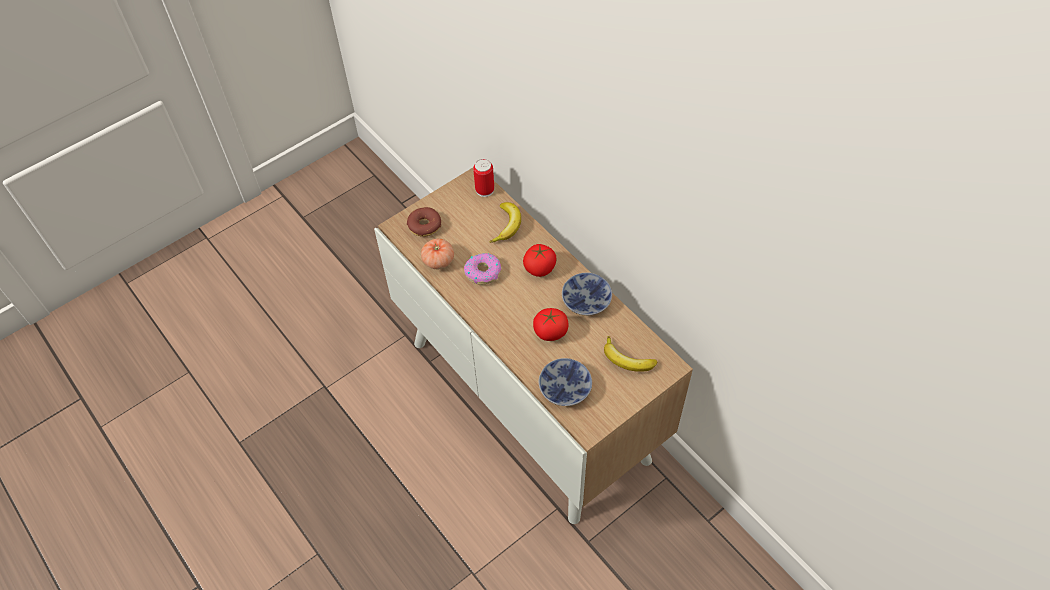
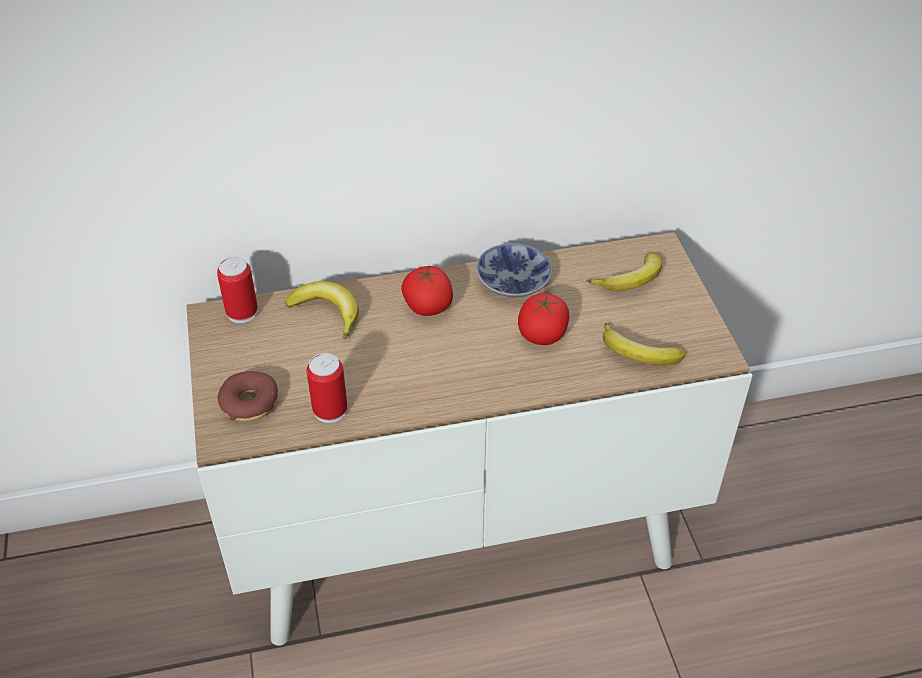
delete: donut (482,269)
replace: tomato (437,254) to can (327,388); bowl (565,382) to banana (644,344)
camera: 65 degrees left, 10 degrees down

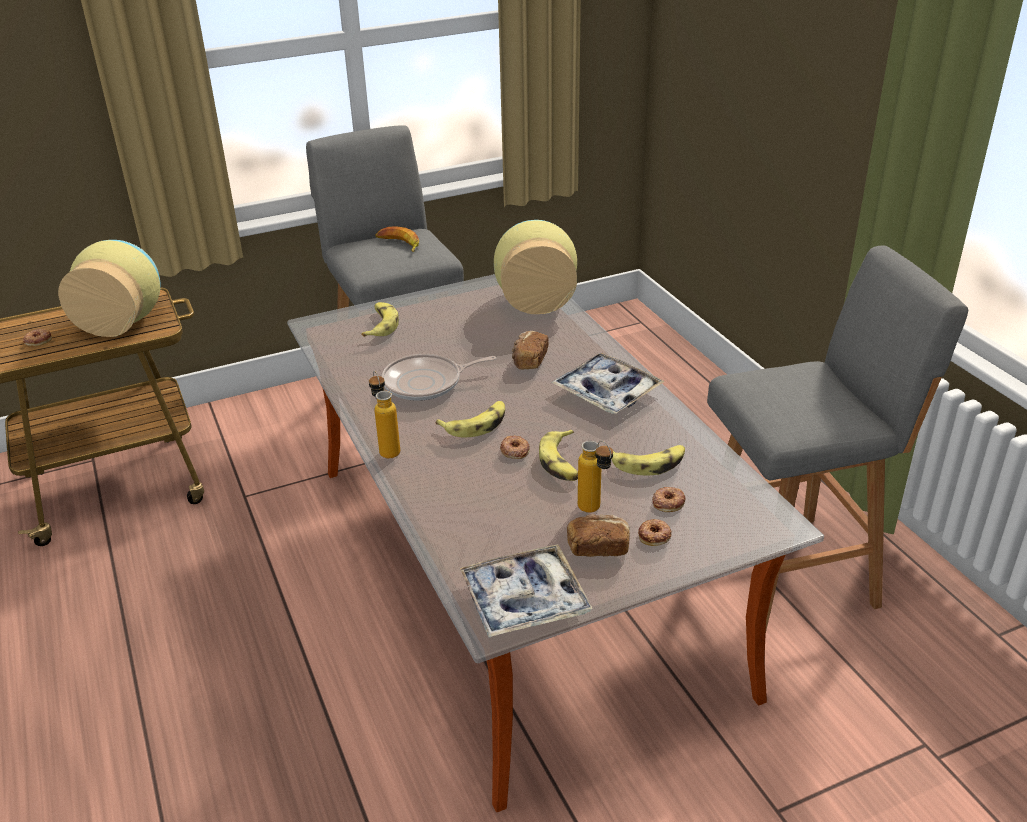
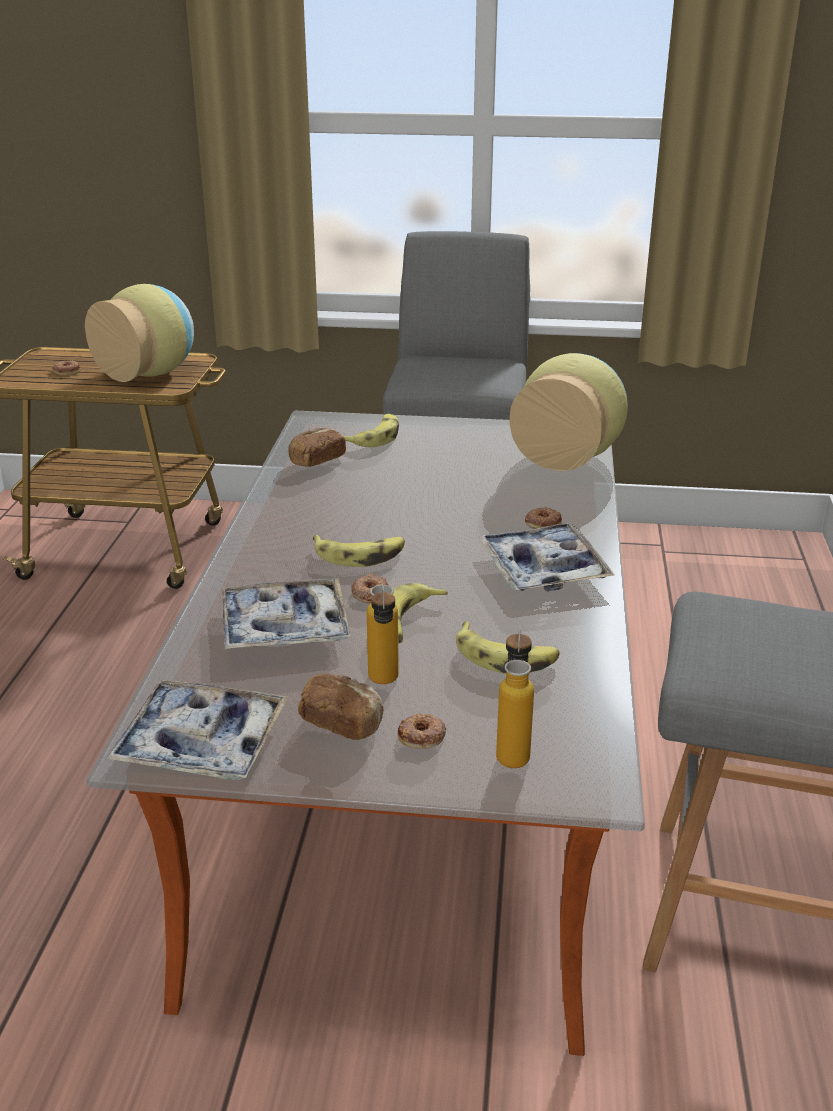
delete: banana (397,239); frying pan (439,377)
insert: tray (286,614)
move: bottle (384,415) to (515,696); bread (530,350) to (317,447); donut (668,499) to (543,518)
camera: 30 degrees right, 5 degrees down

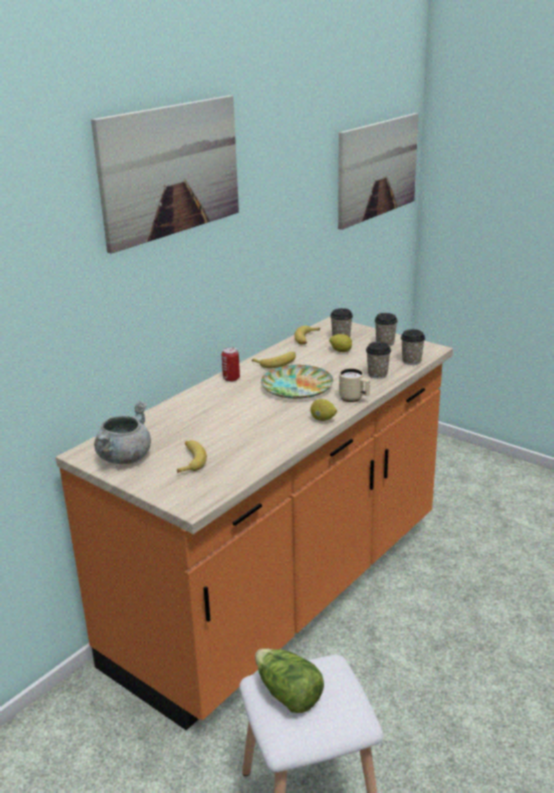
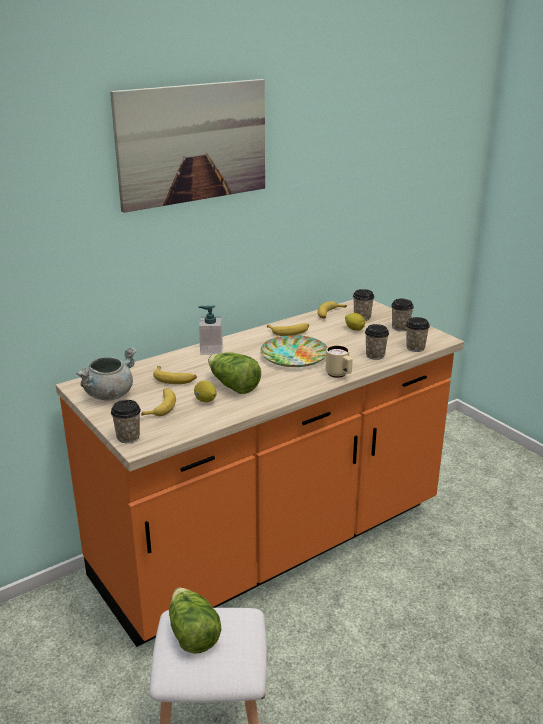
delete: can (230,364); picture (378,171)
insert: cup (126,421); banana (175,375); soap dispenser (210,330); lettuce (234,373)
move: lemon (323,410) to (205,391)
camera: 15 degrees right, 0 degrees up

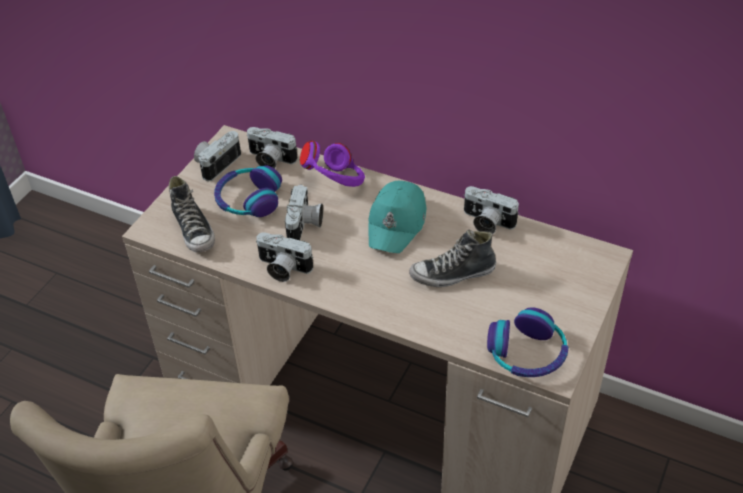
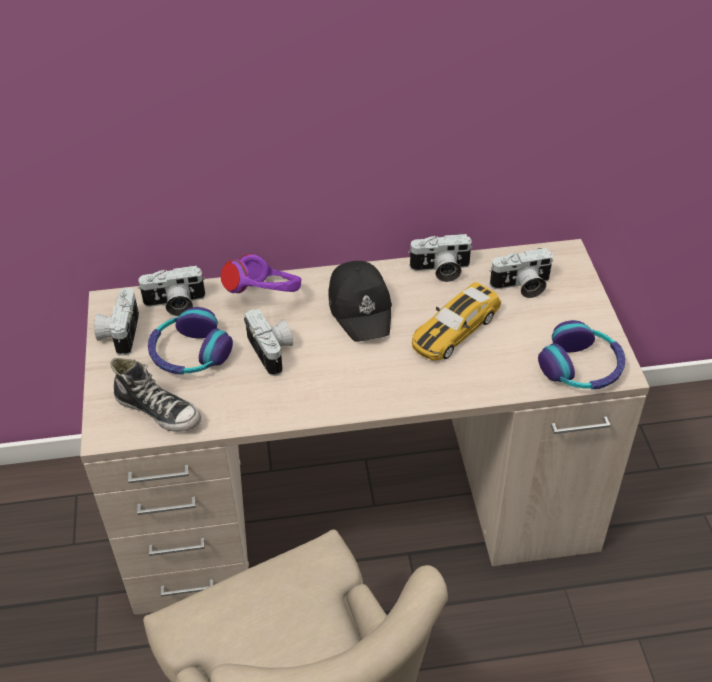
move: photo camera (284,257) to (521,273)
replace: shoe (452,258) to toy car (456,321)
recolor: turquoise cap (397,217) to black cap (360,301)
camera: 35 degrees left, 0 degrees up

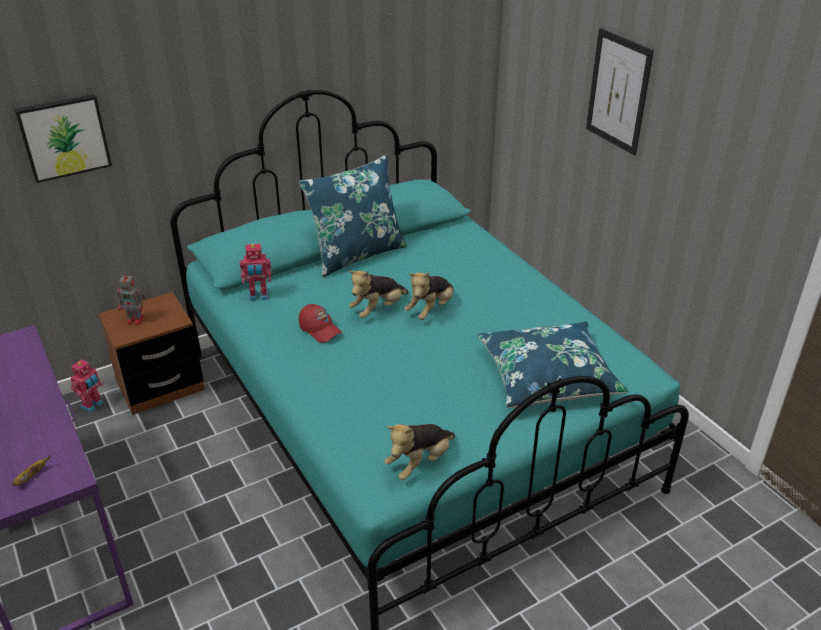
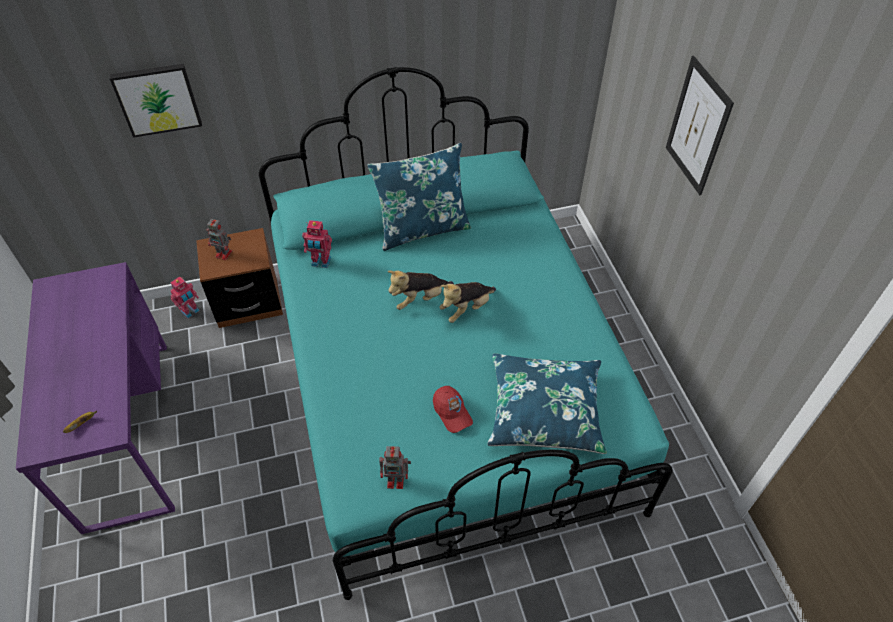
move: red cap (321,323) to (453,409)
replace: plush toy (419,452) to toy robot (395,467)
camera: 15 degrees right, 15 degrees up

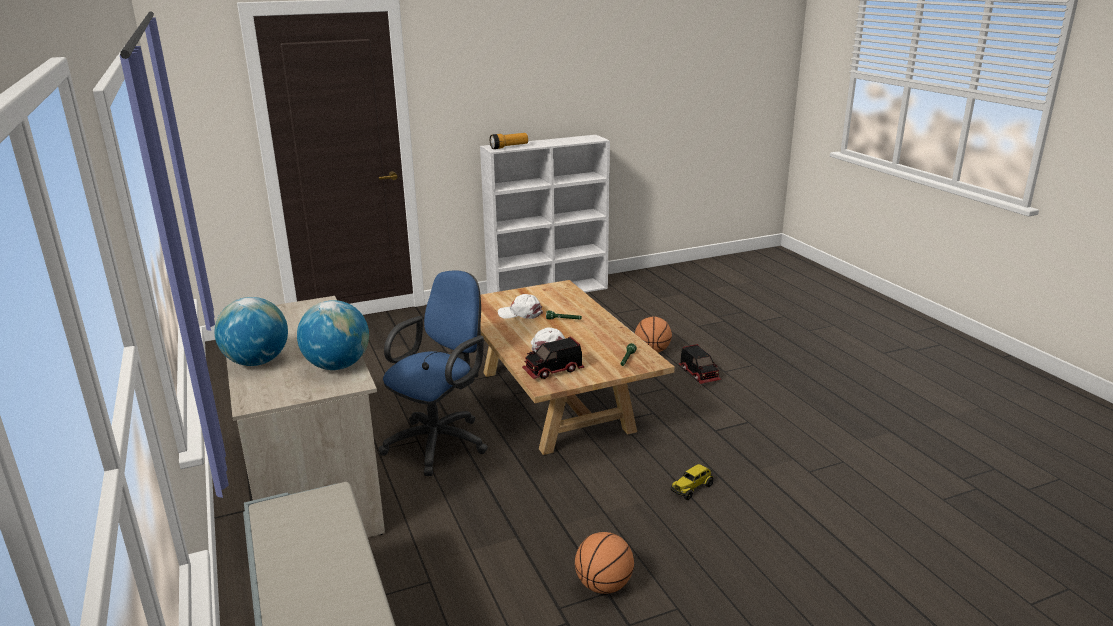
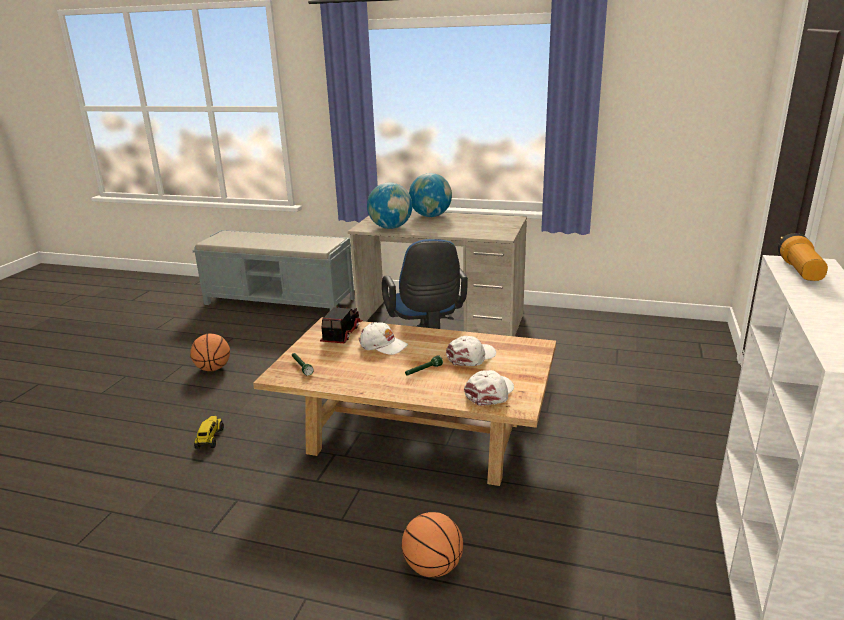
delete: toy truck (700,364)
insert: white cap (489,388)
camera: 130 degrees right, 0 degrees up

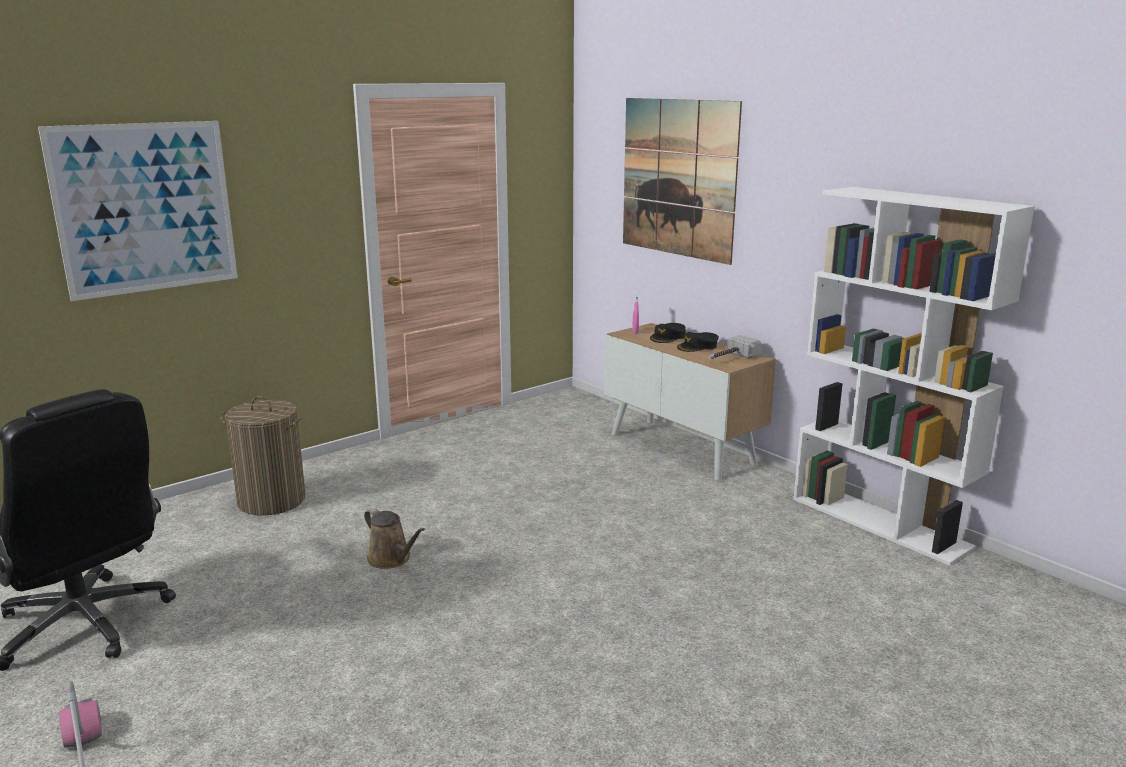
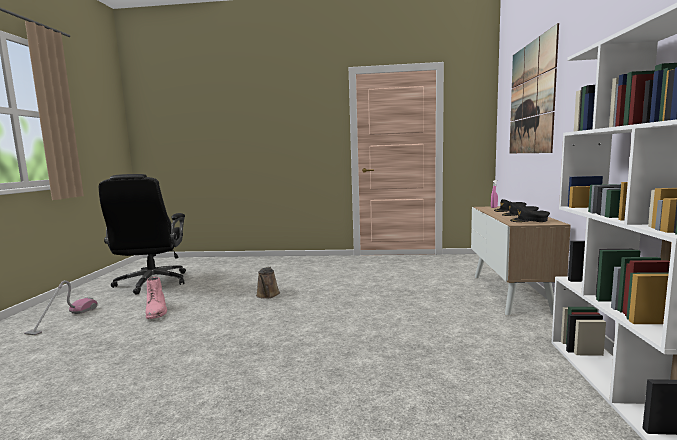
delete: picture (138,211); laundry basket (263,456)
insert: pink boot (156,298)
replace: hammer (735,347) to black cap (530,214)
camera: 45 degrees right, 10 degrees down

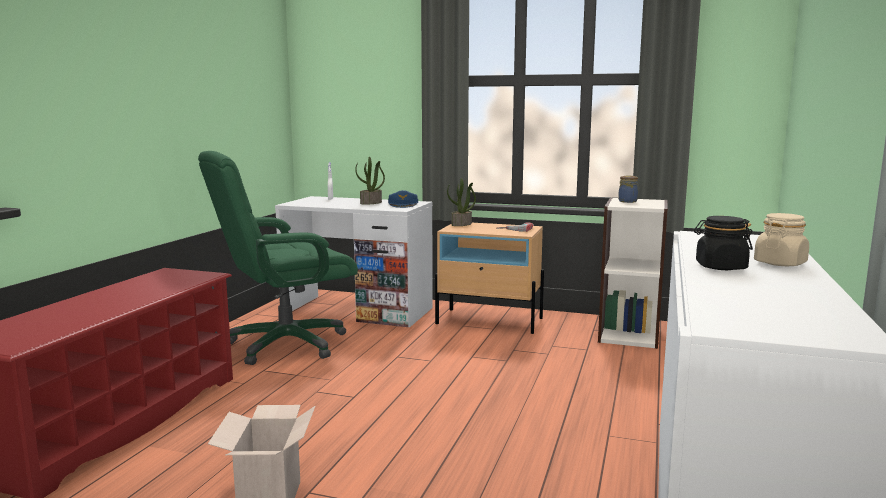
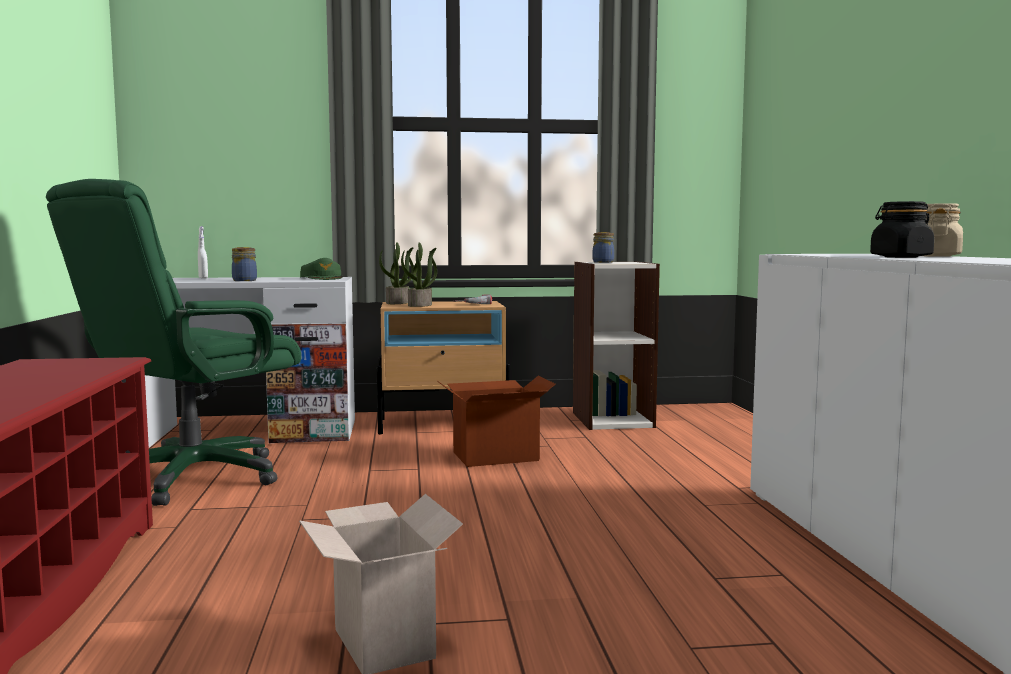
insert: jar (244,264); cardboard box (496,421)
move: potted plant (370,181) to (419,274)
recolor: blue cap (403,199) to green cap (321,269)
camera: 25 degrees left, 5 degrees down

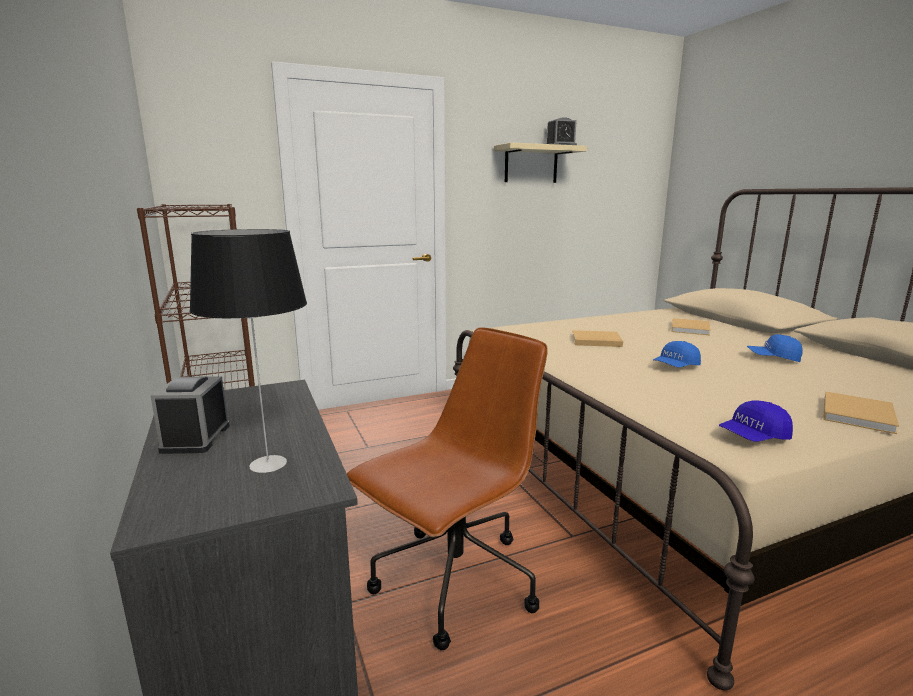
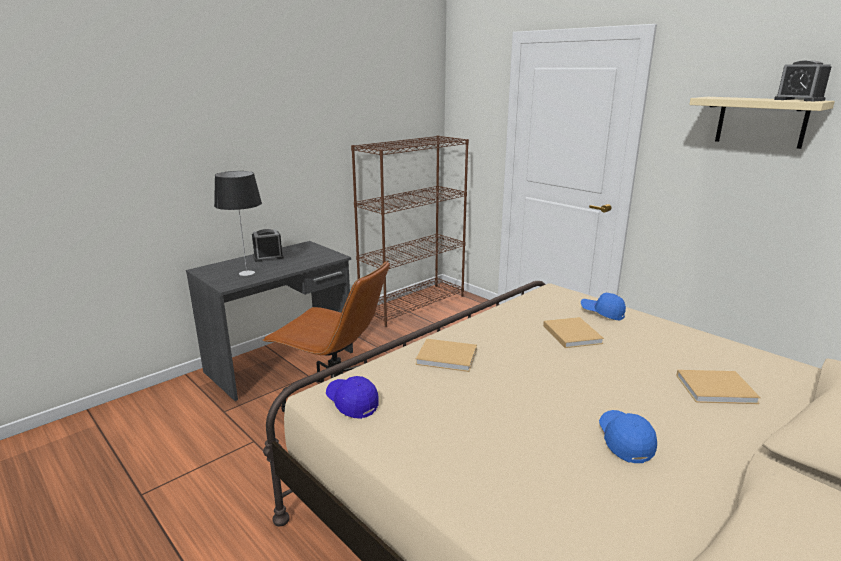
move: blue cap (677,354) to (603,306); beige book (861,412) to (446,355)
camera: 70 degrees right, 5 degrees up

